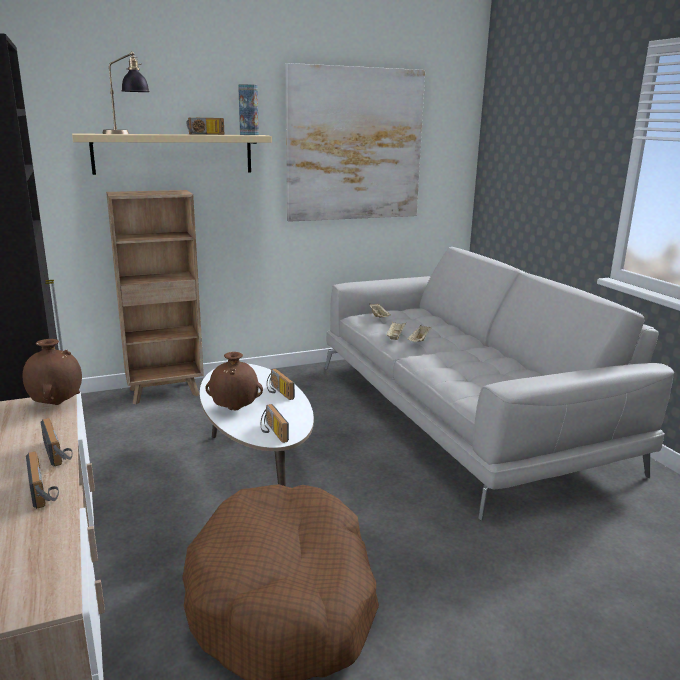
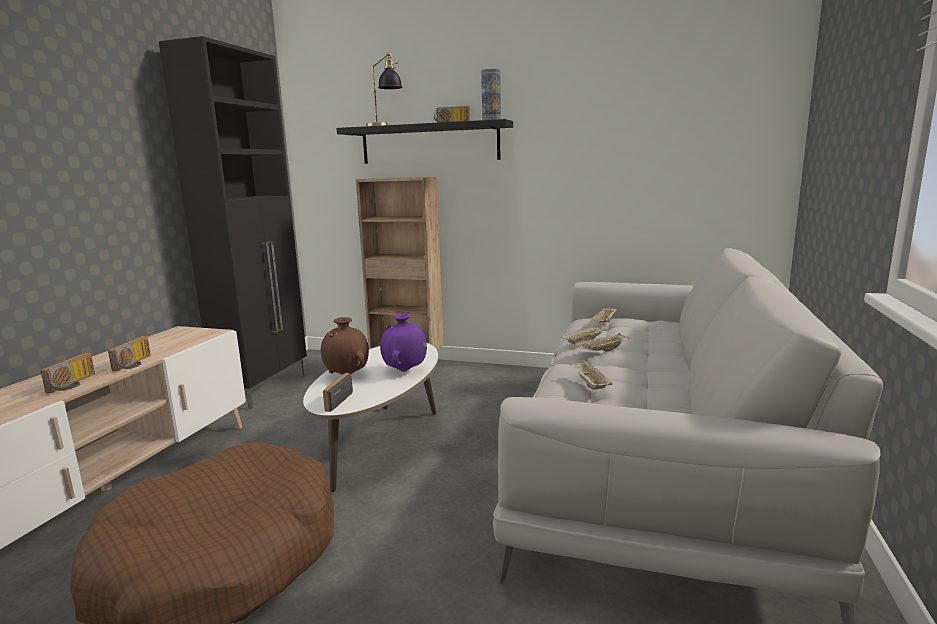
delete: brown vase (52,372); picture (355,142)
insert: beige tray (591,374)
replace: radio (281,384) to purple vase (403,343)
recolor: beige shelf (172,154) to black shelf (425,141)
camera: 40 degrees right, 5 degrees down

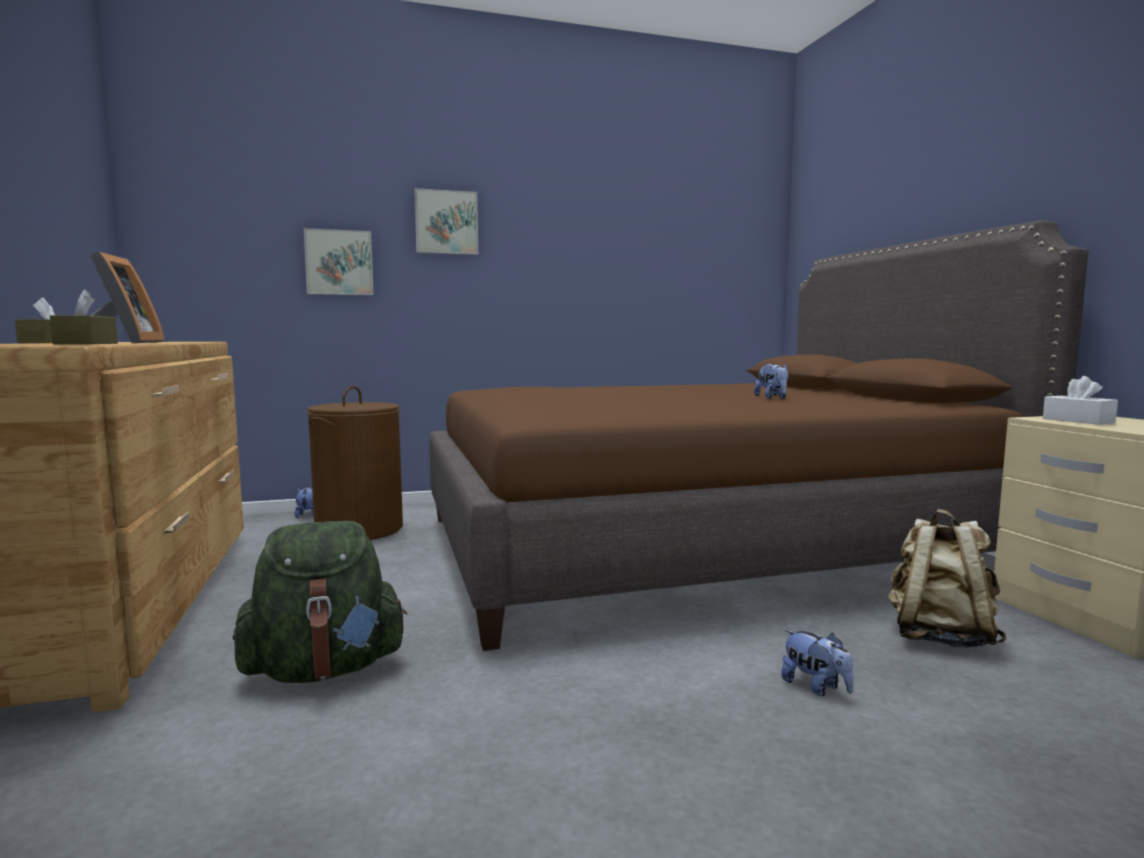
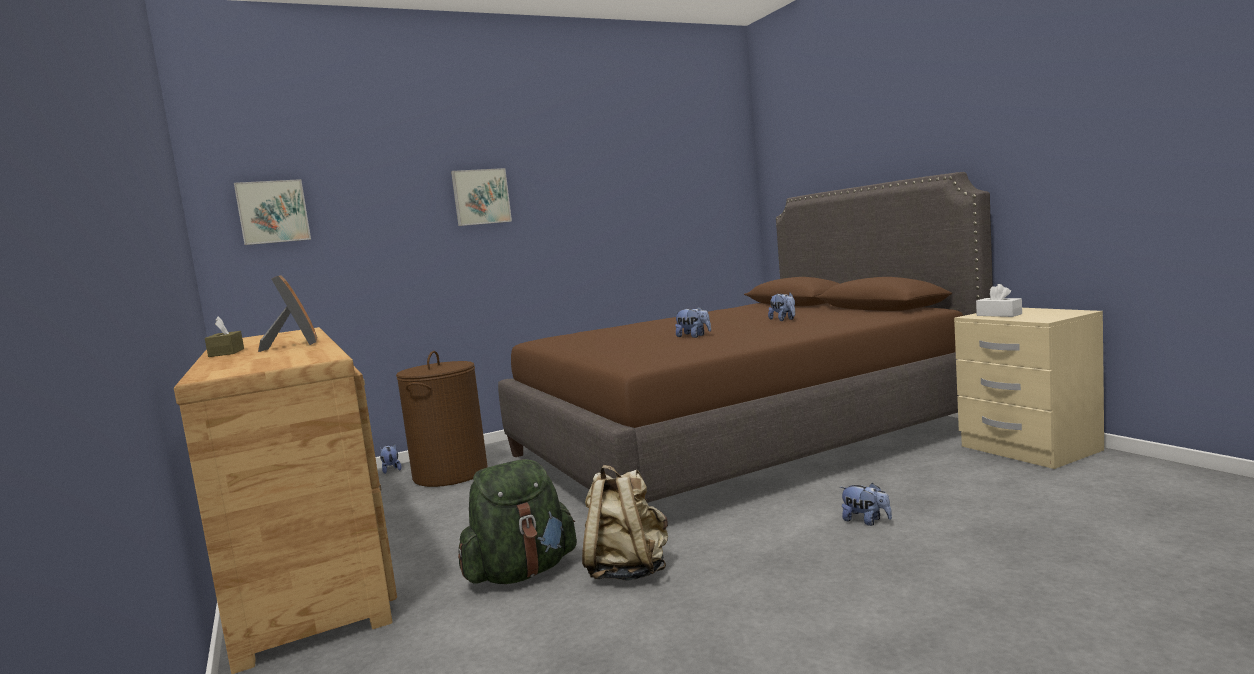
delete: brown tissue box (84,316)
insert: plush toy (692,322)
move: picture (339,261) to (272,212); beige backpack (947,578) to (625,522)
camera: 10 degrees left, 0 degrees up

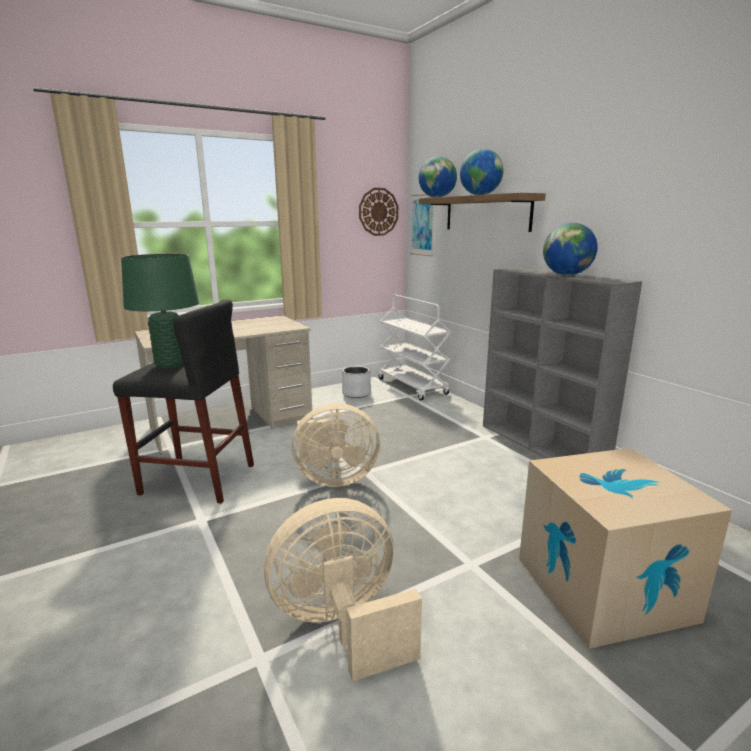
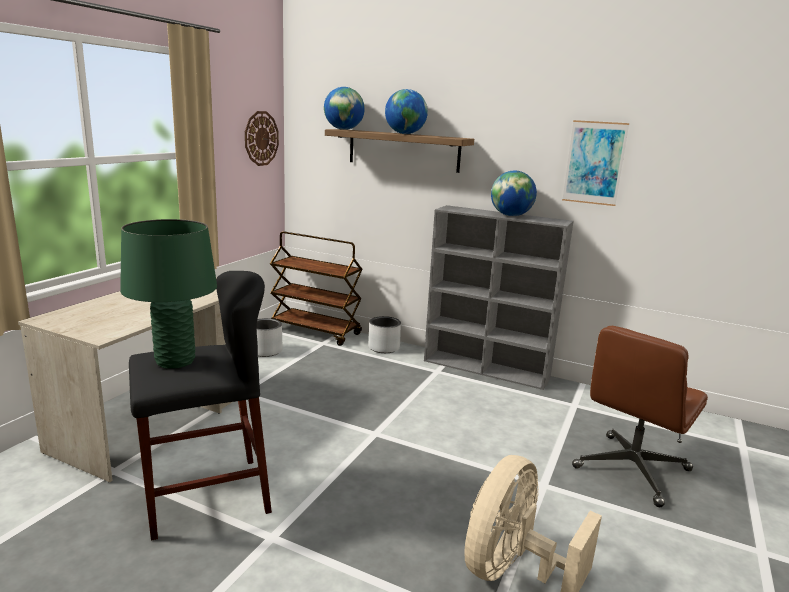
delete: beige fan (336,445)
insert: grey planter (384,334)
move: picture (422,225) to (595,163)
replace: cardboard box (625,548) to brown office chair (640,416)
recolor: white cart (415,347) to brown cart (316,288)
camera: 35 degrees left, 0 degrees up

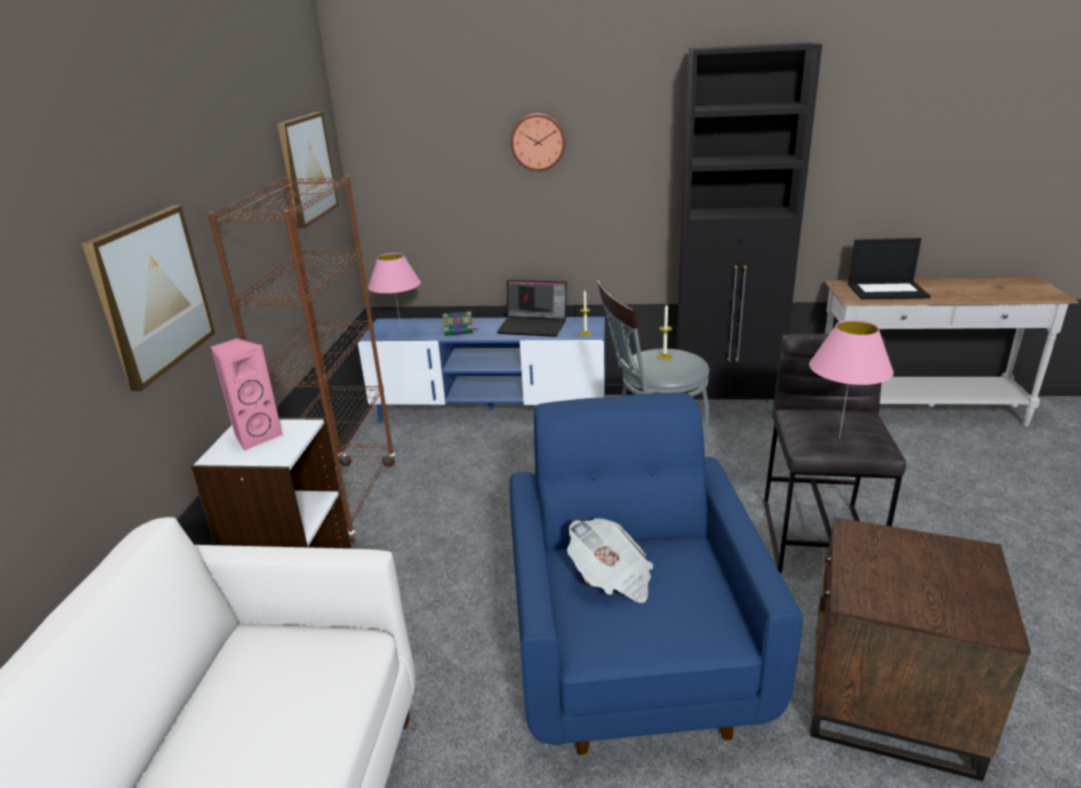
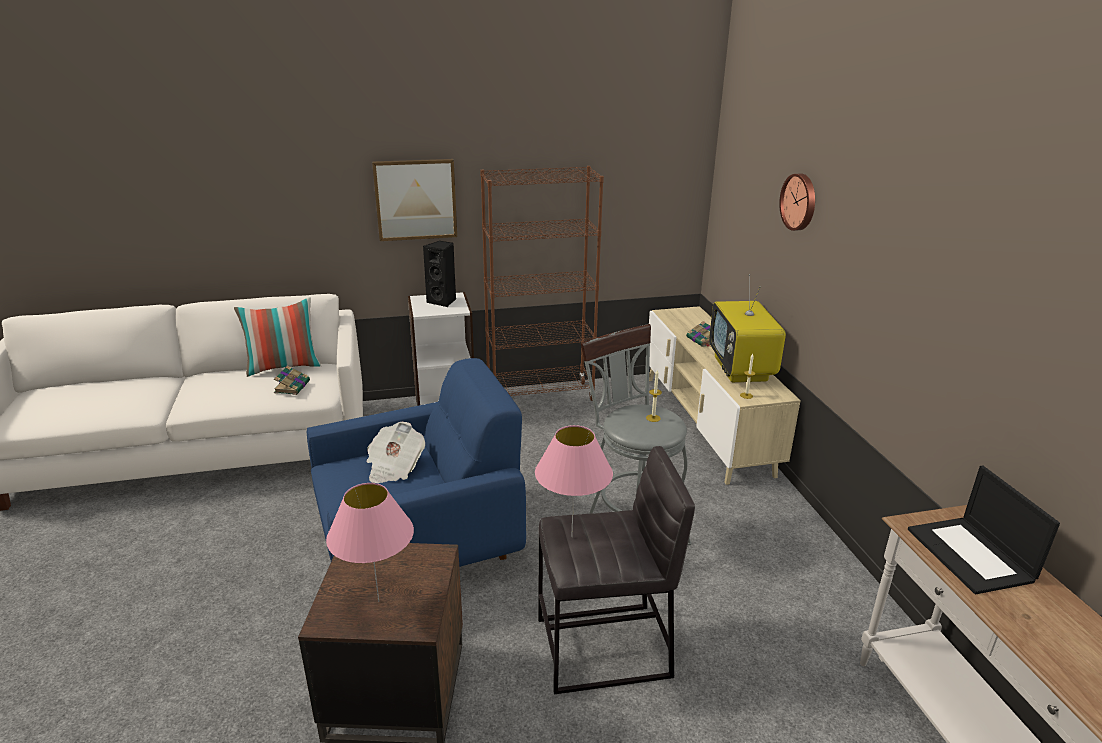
delete: picture (308,170); black cabinet (749,230)
insert: pillow (277,337); book (292,380)
move: pink table lamp (394,294) to (370,542)
replace: laptop (532,308) to television (747,328)
recolor: pink speaker (247,394) to black speaker (439,274); blue tv stand (481,369) to beige tv stand (725,395)
camera: 70 degrees right, 0 degrees up

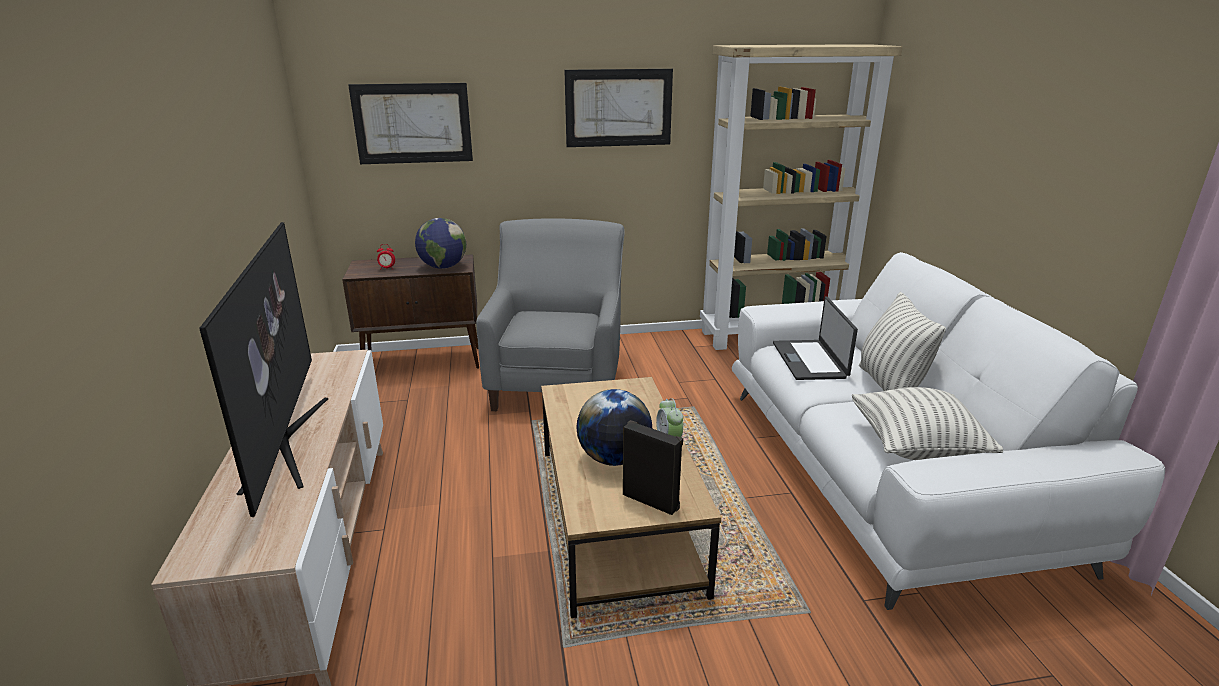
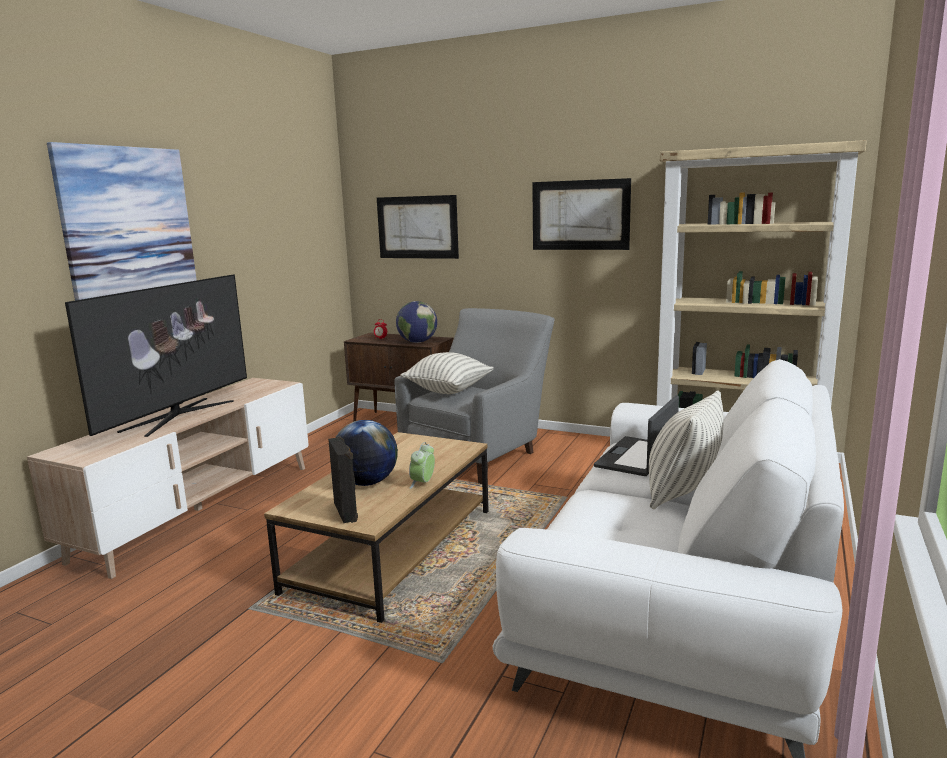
insert: picture (122,221)
move: pillow (927,423) to (447,373)
camera: 35 degrees right, 10 degrees down

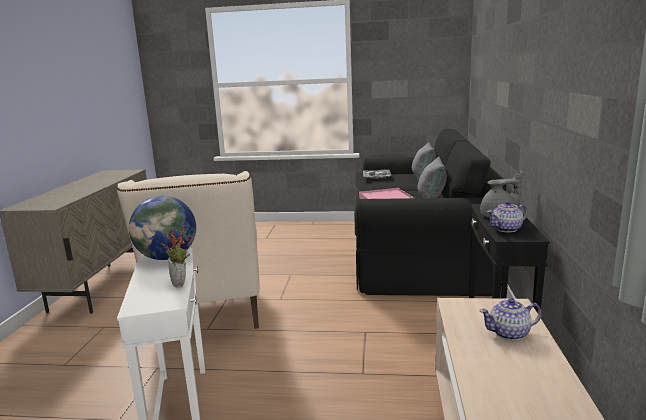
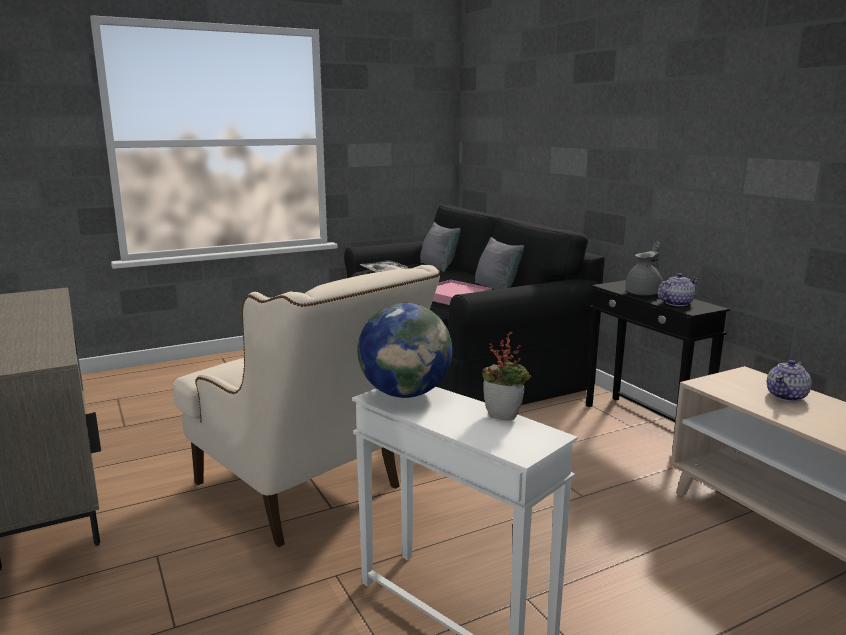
rotate: teapot (507,216) = (678,289) 150 degrees counterclockwise
camera: 35 degrees left, 0 degrees up

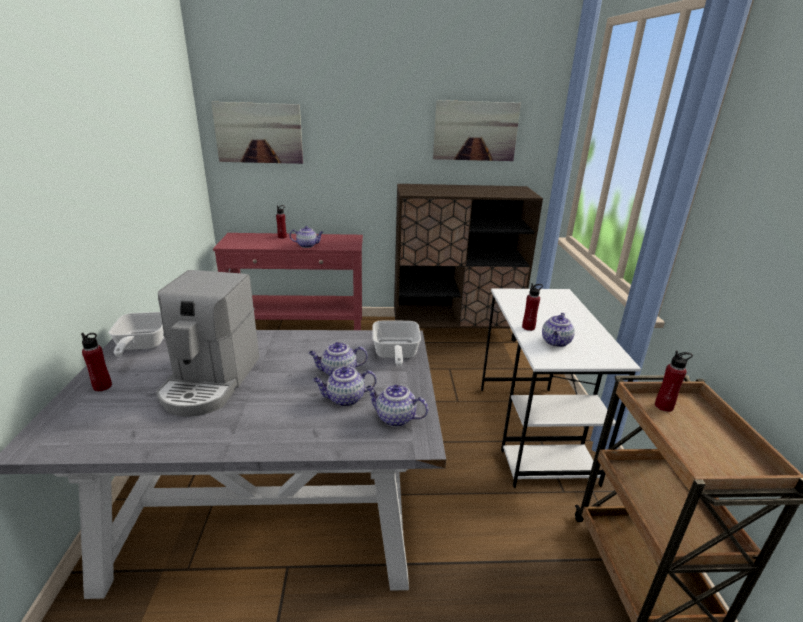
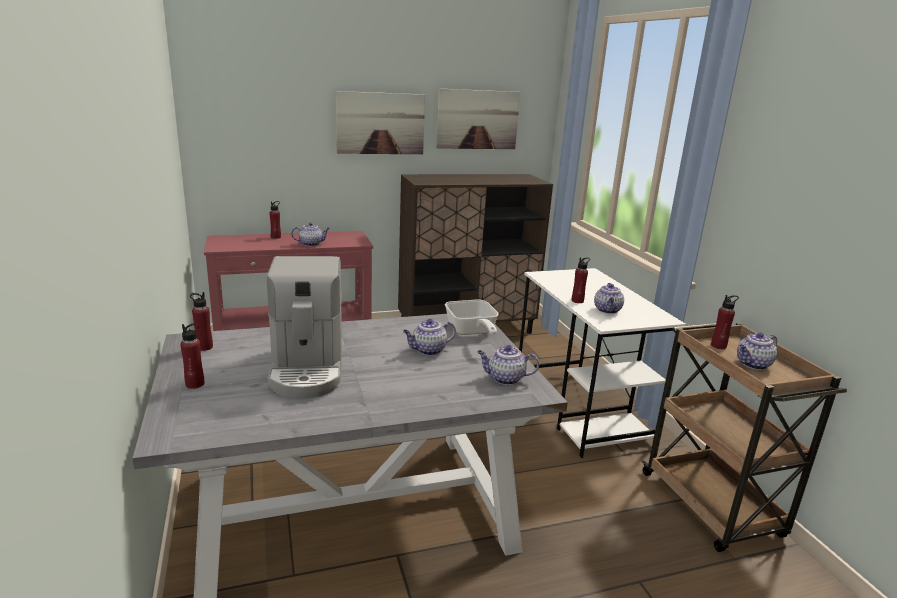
move: picture (257,133) to (380,122); teapot (345,386) to (757,351)
replace: frying pan (136,334) to red bottle (201,321)
camera: 15 degrees left, 5 degrees down

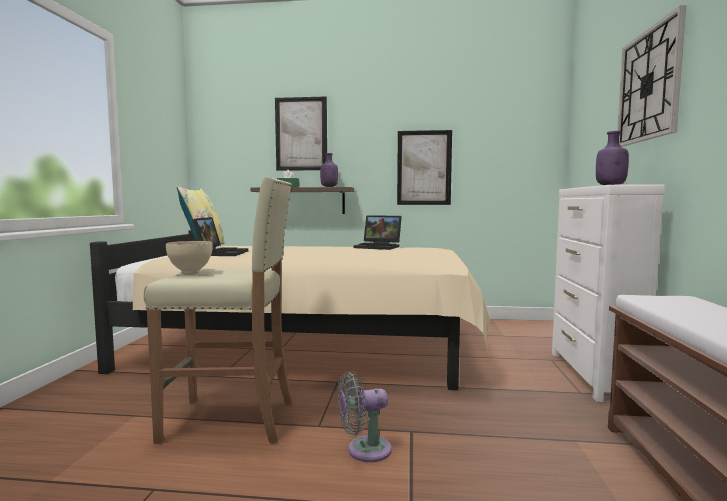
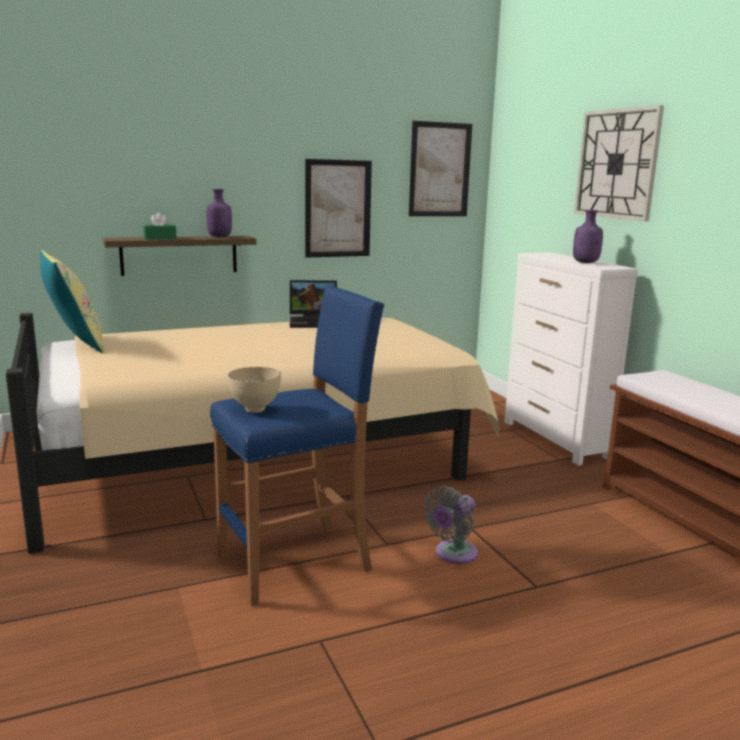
delete: laptop (220,236)
move: picture (301,133) to (440,168)
recolor: beige stool (218,310) to blue stool (297,445)
camera: 30 degrees left, 10 degrees up

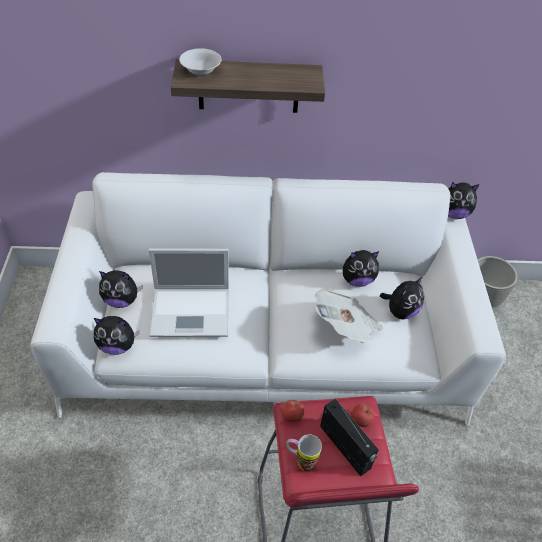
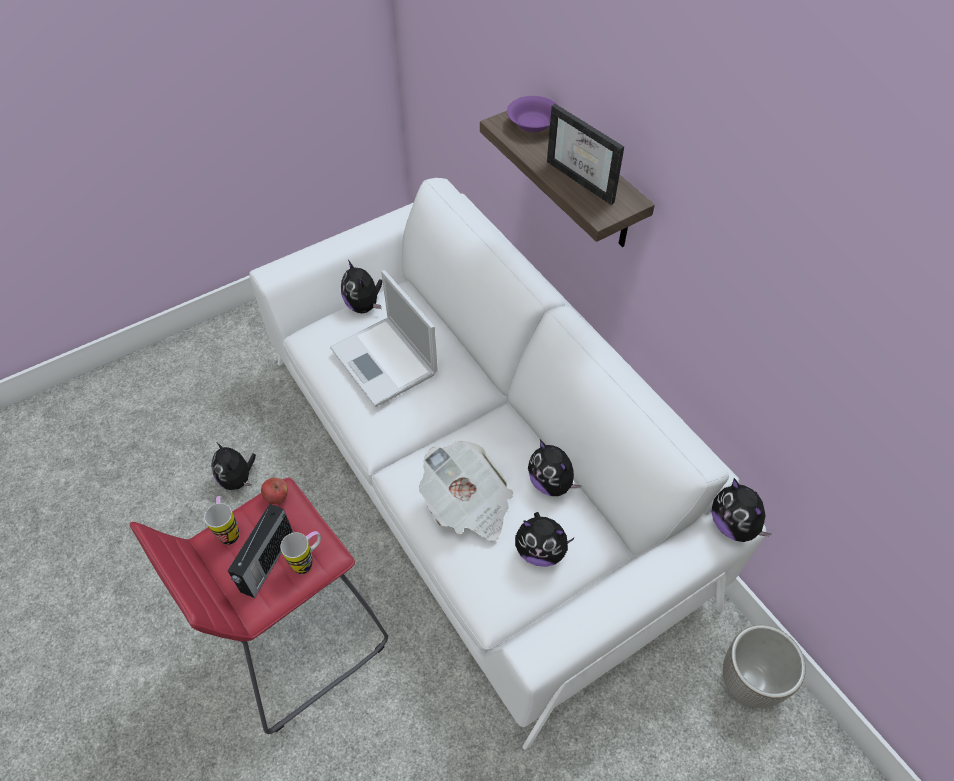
insert: picture frame (585,154)
move: plush toy (117,335) to (233,466)
replace: apple (362,415) to mug (300,552)
recolor: white bowl (200,61) to purple bowl (531,114)
camera: 60 degrees right, 5 degrees up

